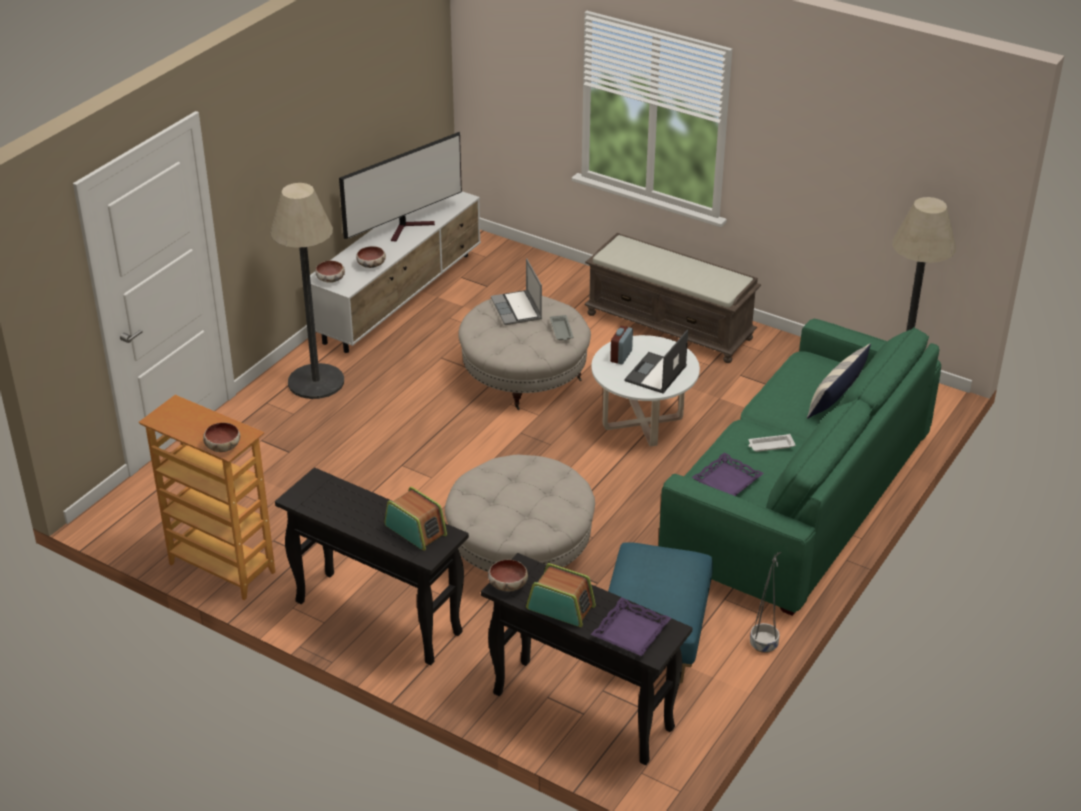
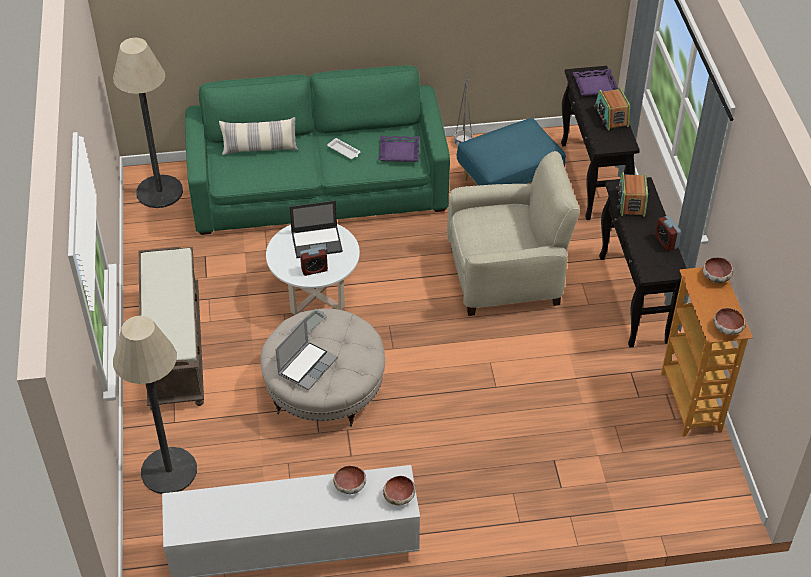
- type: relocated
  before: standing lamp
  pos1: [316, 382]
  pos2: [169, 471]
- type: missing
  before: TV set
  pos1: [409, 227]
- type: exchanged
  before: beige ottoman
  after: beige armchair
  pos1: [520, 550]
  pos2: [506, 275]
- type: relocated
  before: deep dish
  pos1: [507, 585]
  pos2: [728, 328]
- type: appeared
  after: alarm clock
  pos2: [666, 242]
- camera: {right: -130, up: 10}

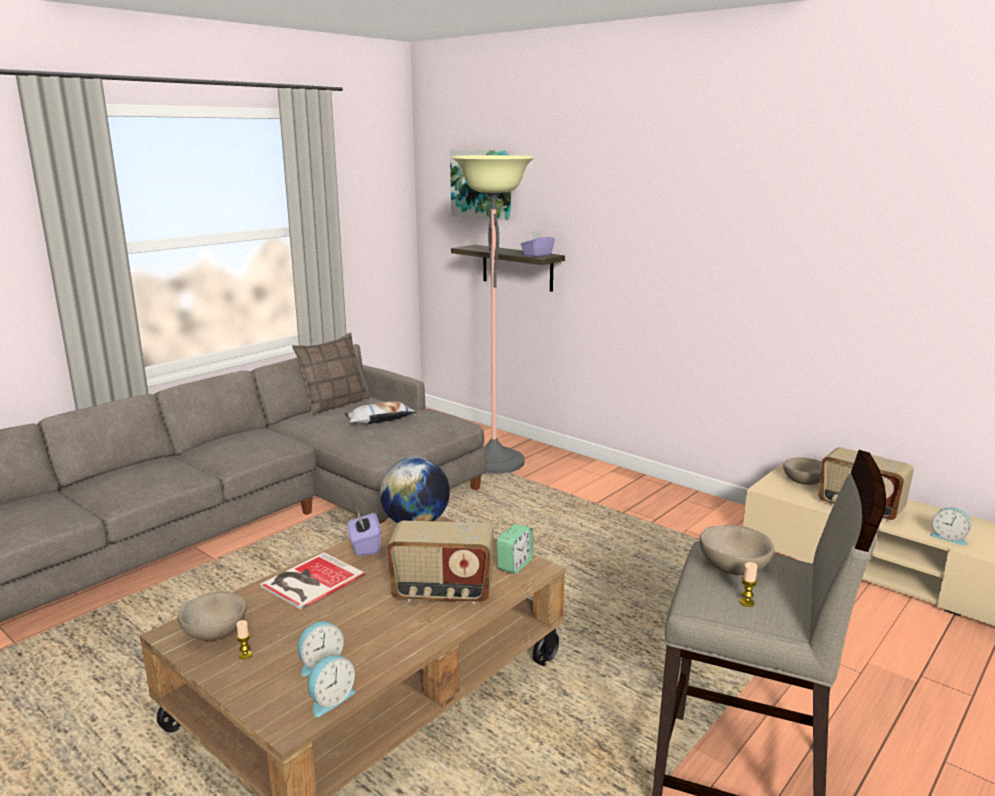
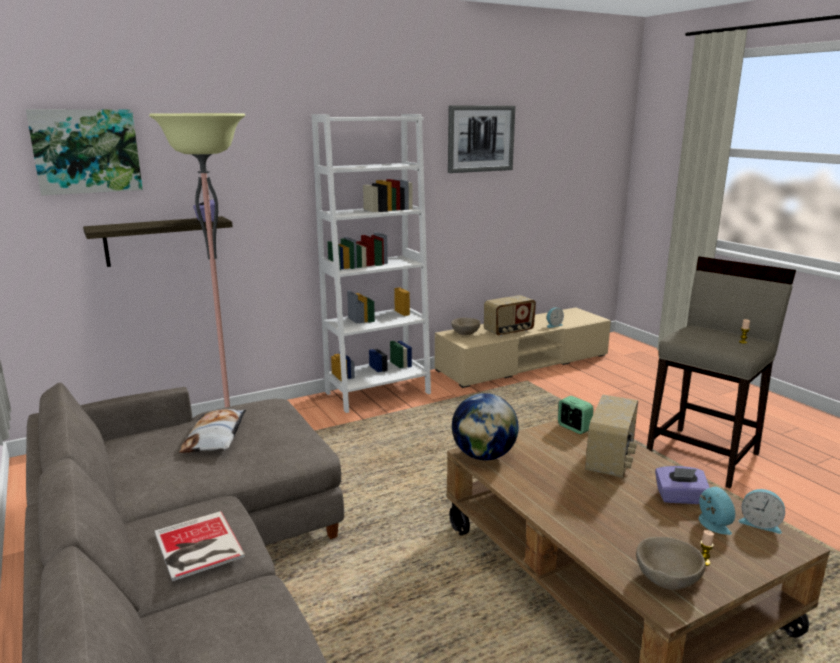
- type: relocated
  before: volume
  pos1: [310, 581]
  pos2: [197, 547]
- type: missing
  before: pillow
  pos1: [334, 404]
- type: spun
  before: alarm clock
  pos1: [330, 699]
  pos2: [760, 523]
  turn: 150
- type: relocated
  before: purplish box of tissues
  pos1: [364, 546]
  pos2: [680, 498]
- type: missing
  before: beige deep dish
  pos1: [734, 568]
- type: appeared
  after: white-coloured bookcase
  pos2: [378, 393]
- type: appeared
  after: picture
  pos2: [480, 138]
- camera: {right: -70, up: 0}

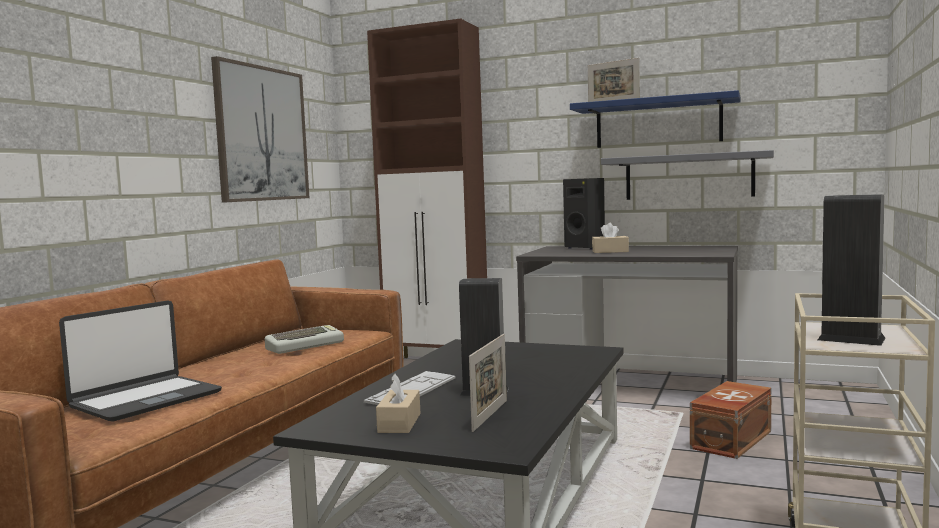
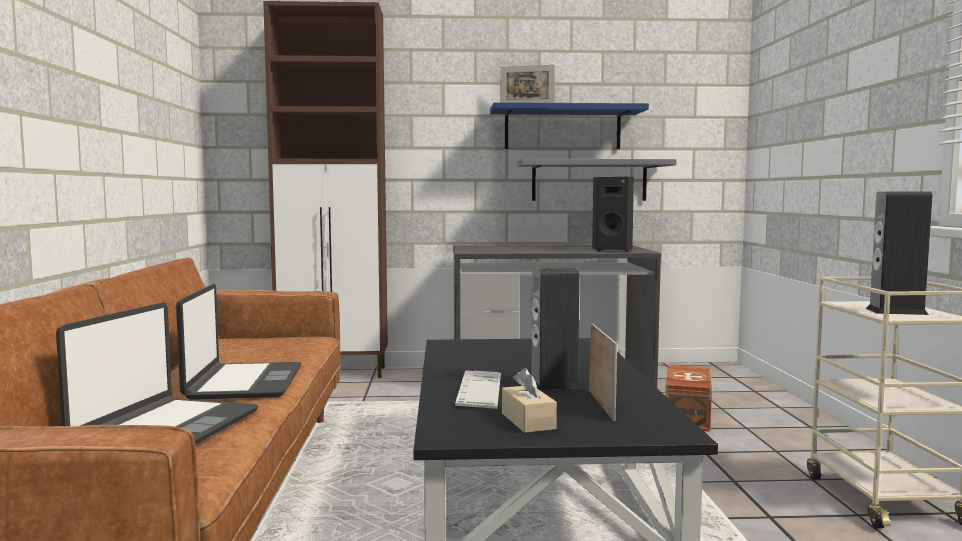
- type: missing
  before: picture
  pos1: [262, 134]
- type: missing
  before: PC keyboard
  pos1: [305, 345]
- type: relocated
  before: black-coloured loudspeaker
  pos1: [586, 248]
  pos2: [614, 250]
- type: missing
  before: beige box of tissues
  pos1: [610, 251]
- type: appeared
  after: laptop
  pos2: [243, 383]
- camera: {right: -25, up: 0}

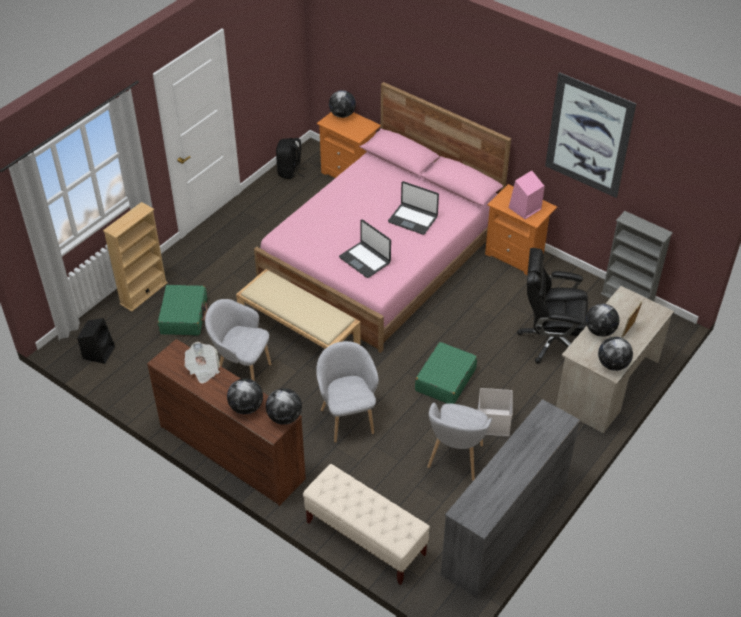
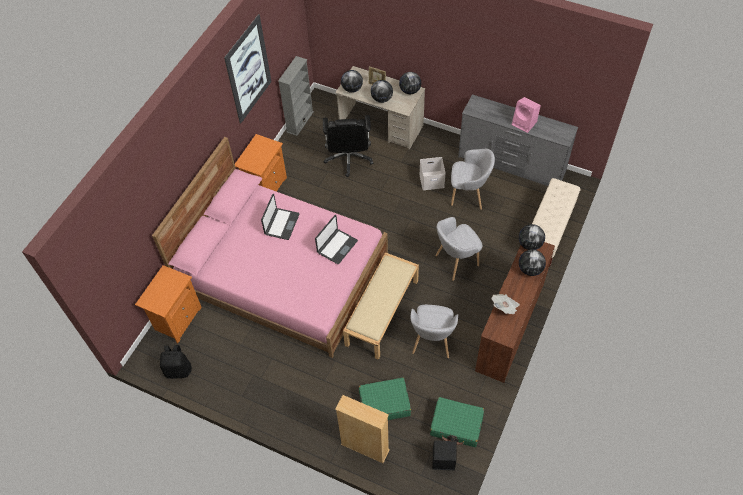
- type: relocated
  before: globe
  pos1: [342, 115]
  pos2: [352, 89]
- type: relocated
  before: green piece of luggage
  pos1: [445, 380]
  pos2: [456, 425]
- type: relocated
  before: pink-coloured loudspeaker
  pos1: [524, 209]
  pos2: [525, 123]
- camera: {right: -100, up: 10}

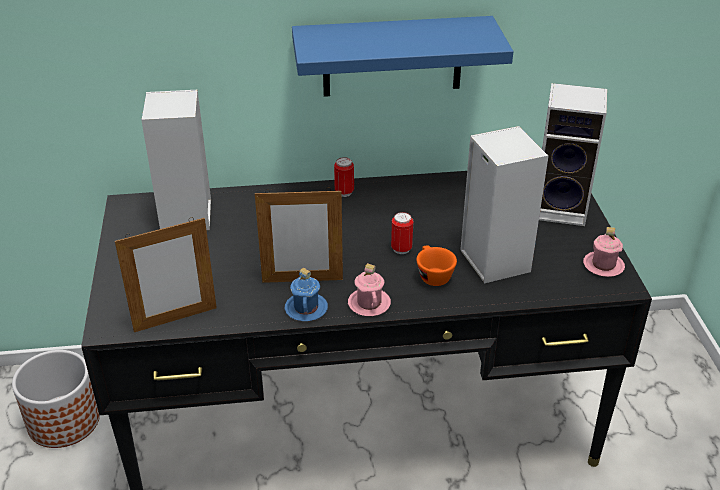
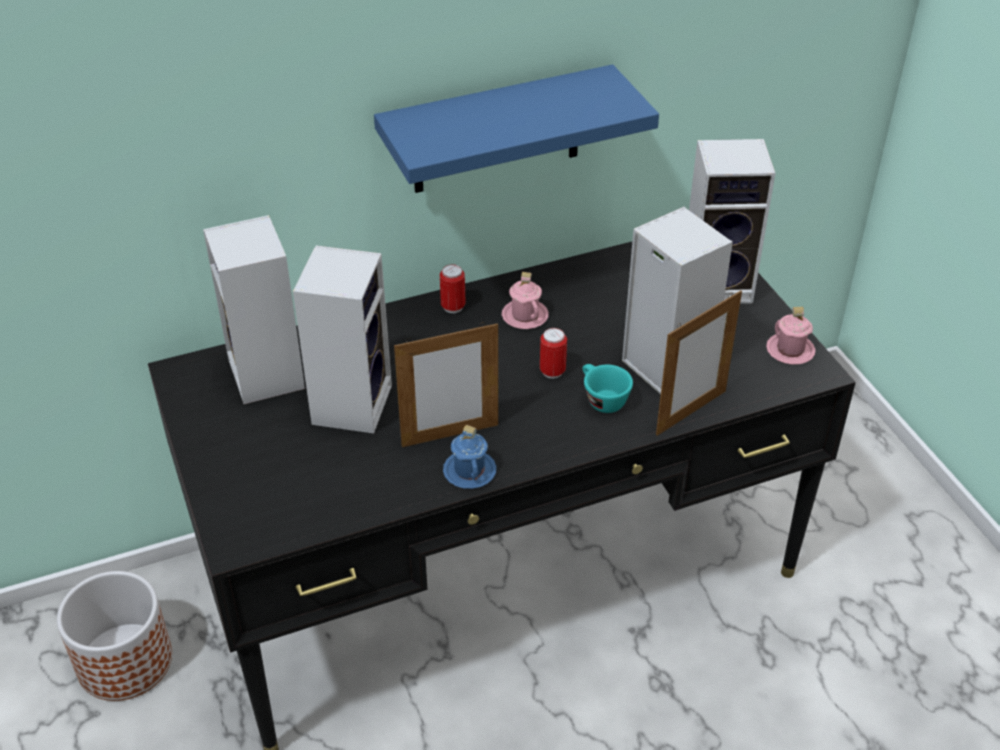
- type: relocated
  before: photo frame
  pos1: [175, 319]
  pos2: [691, 412]
- type: relocated
  before: pink-coloured coffee mug
  pos1: [369, 304]
  pos2: [525, 316]
- type: colour
  before: orange-coloured drinking cup
  after: turquoise drinking cup
  pos1: [432, 275]
  pos2: [601, 399]
- type: appeared
  after: loudspeaker
  pos2: [351, 402]
- camera: {right: -15, up: 5}

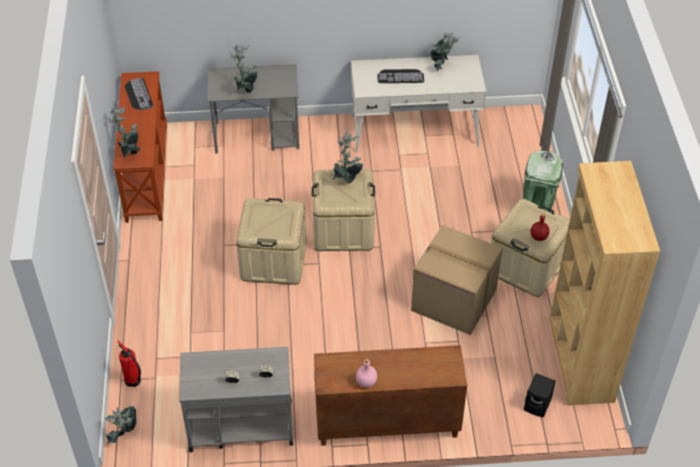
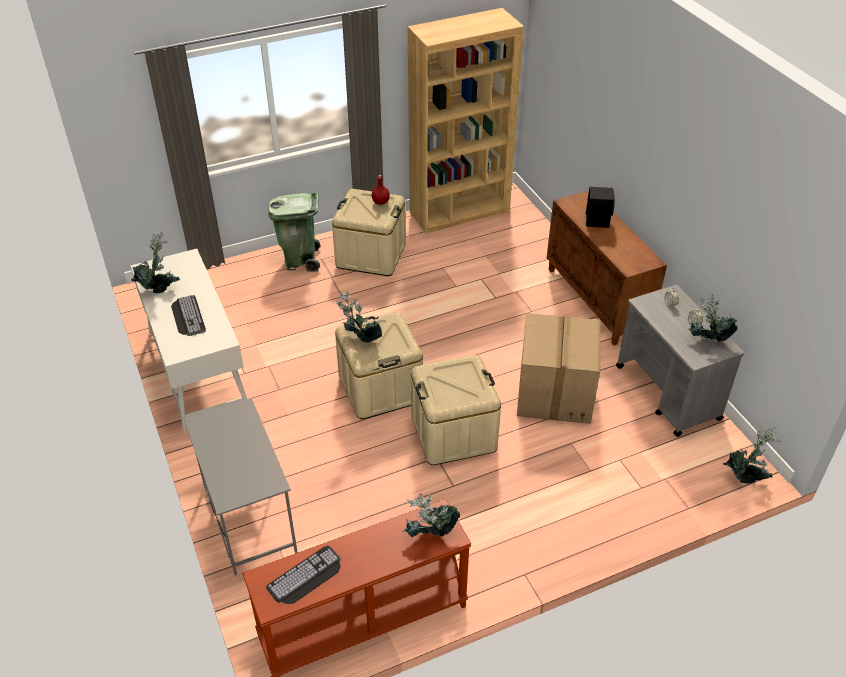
- type: missing
  before: fire-fighting cylinder
  pos1: [133, 381]
- type: relocated
  before: houseplant
  pos1: [245, 89]
  pos2: [707, 341]
- type: missing
  before: pink-coloured drink bottle
  pos1: [366, 381]
- type: relocated
  before: cardboard box
  pos1: [452, 300]
  pos2: [556, 394]
- type: relocated
  before: black-coloured loudspeaker
  pos1: [538, 405]
  pos2: [597, 220]
- camera: {right: -110, up: -5}

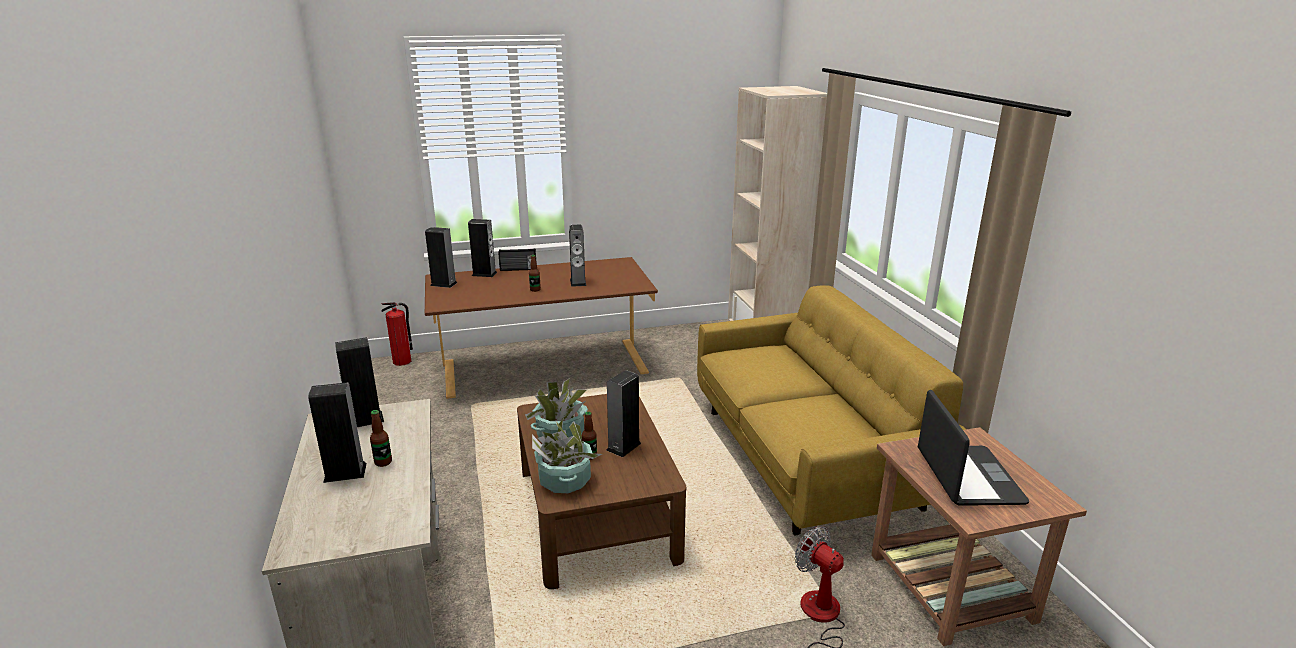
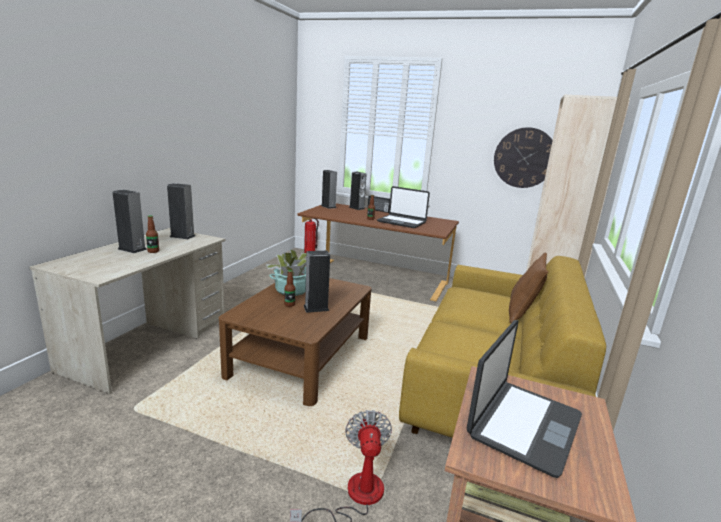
- type: missing
  before: houseplant
  pos1: [564, 480]
- type: exchanged
  before: loudspeaker
  after: laptop
  pos1: [578, 282]
  pos2: [401, 222]
- type: appeared
  after: hanging clock
  pos2: [524, 158]
- type: appeared
  after: brown-coloured pillow
  pos2: [522, 313]
- camera: {right: 35, up: -5}

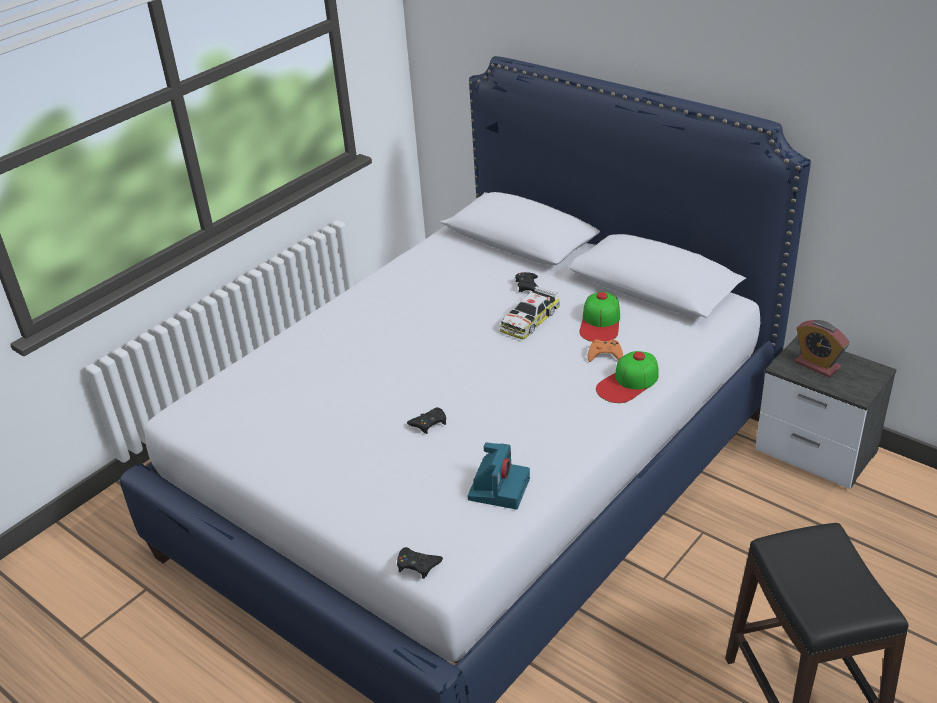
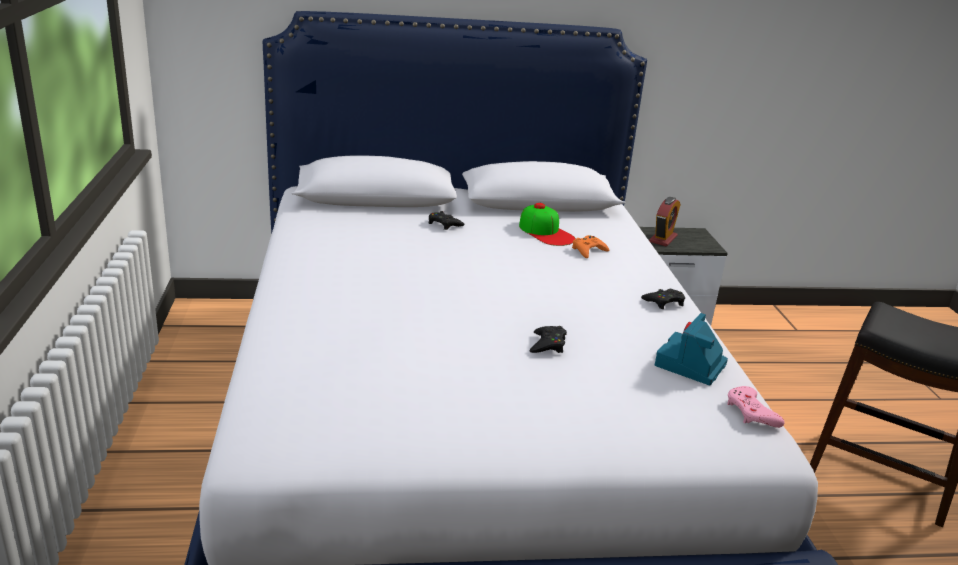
- type: relocated
  before: black-coloured gamepad
  pos1: [417, 565]
  pos2: [664, 302]
- type: spun
  before: still camera
  pos1: [499, 488]
  pos2: [690, 365]
  turn: -120
- type: missing
  before: toy car
  pos1: [529, 320]
- type: missing
  before: peaked cap
  pos1: [628, 382]
- type: spun
  before: alarm clock
  pos1: [817, 365]
  pos2: [663, 239]
  turn: -60
- type: appeared
  after: pink-coloured gamepad
  pos2: [751, 412]
- camera: {right: -50, up: -10}

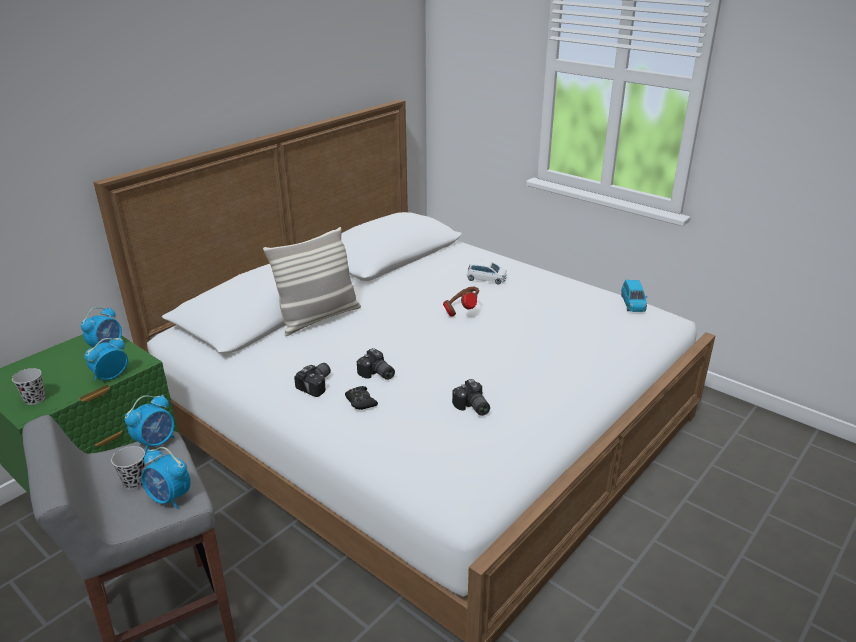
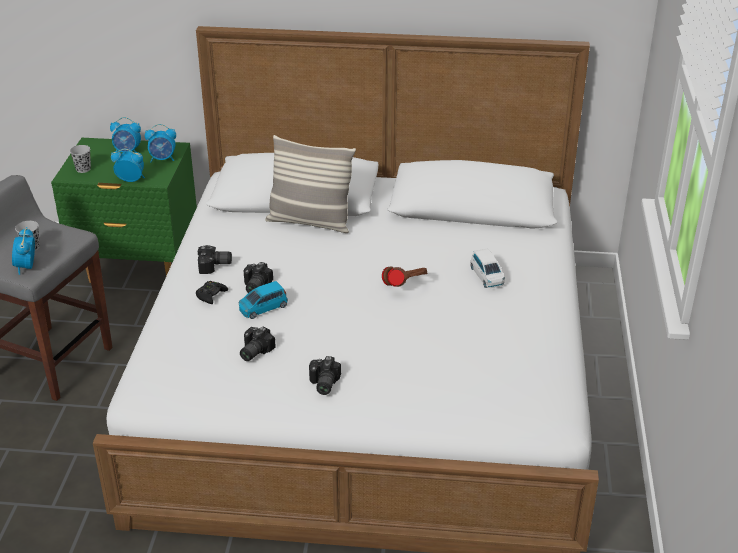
- type: relocated
  before: alarm clock
  pos1: [156, 443]
  pos2: [128, 152]
- type: relocated
  before: blue toy car
  pos1: [633, 304]
  pos2: [263, 308]
- type: appeared
  after: still camera
  pos2: [322, 384]
- camera: {right: 55, up: 5}

